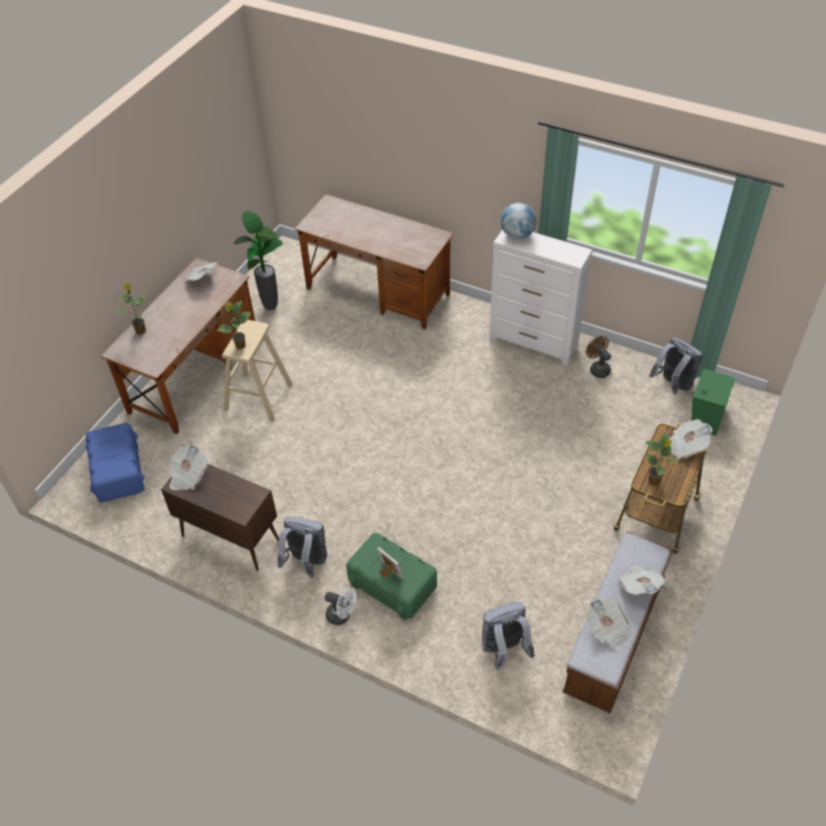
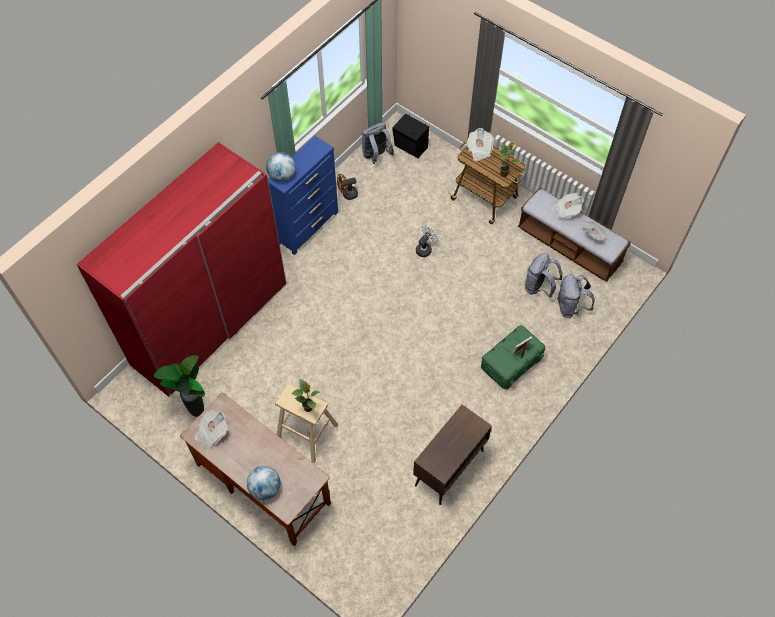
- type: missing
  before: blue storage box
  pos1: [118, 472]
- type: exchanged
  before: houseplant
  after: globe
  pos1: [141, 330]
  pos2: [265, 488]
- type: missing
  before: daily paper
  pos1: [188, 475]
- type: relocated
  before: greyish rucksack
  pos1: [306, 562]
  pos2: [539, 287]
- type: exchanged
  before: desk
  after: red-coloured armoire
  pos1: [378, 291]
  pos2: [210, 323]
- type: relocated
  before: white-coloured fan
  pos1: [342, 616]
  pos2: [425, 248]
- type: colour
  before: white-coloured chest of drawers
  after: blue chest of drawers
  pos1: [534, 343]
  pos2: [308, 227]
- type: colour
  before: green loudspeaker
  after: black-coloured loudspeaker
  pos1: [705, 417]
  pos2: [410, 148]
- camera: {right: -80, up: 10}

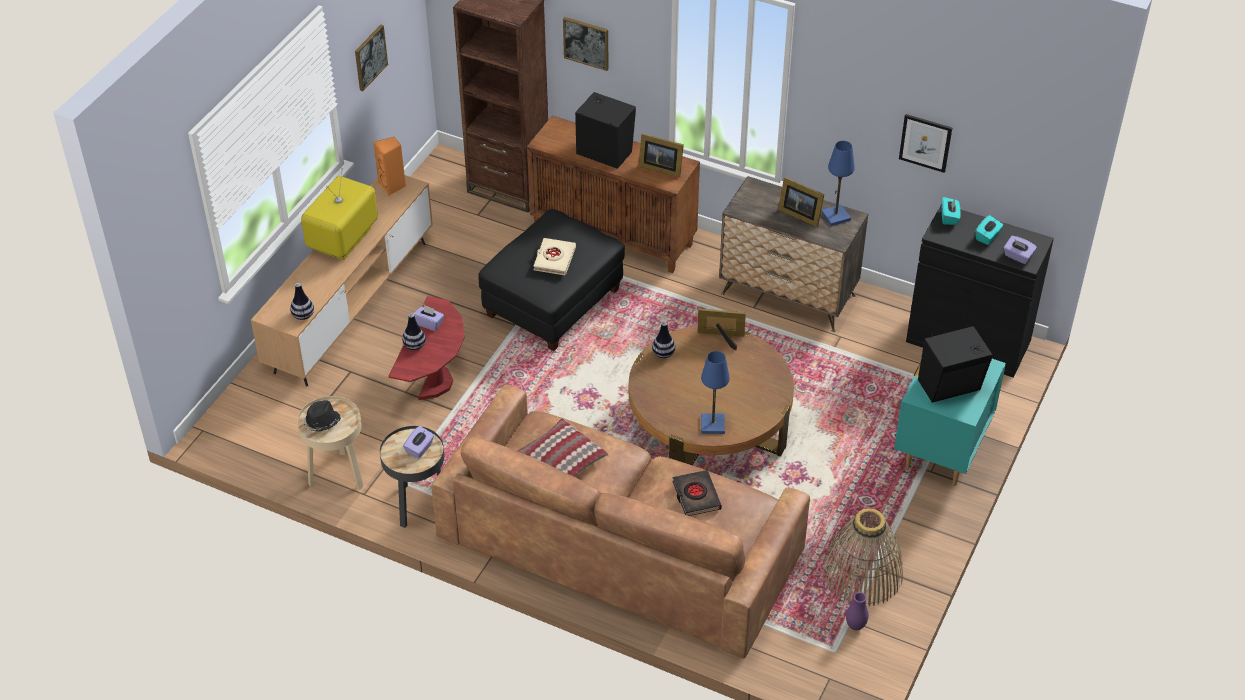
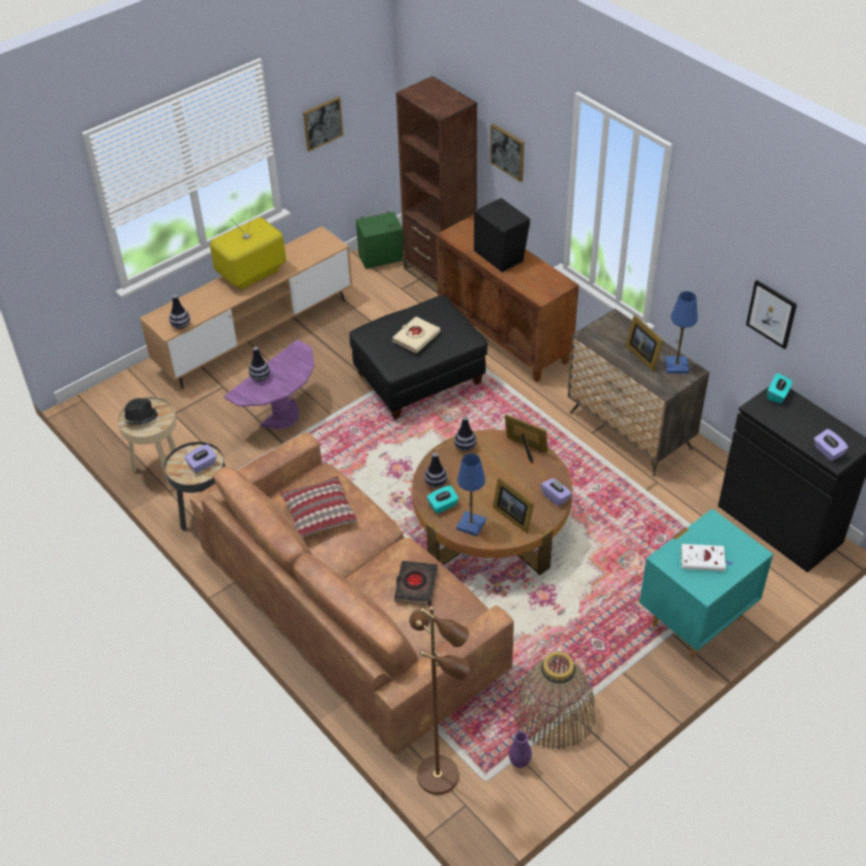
- type: missing
  before: orange-coloured loudspeaker
  pos1: [392, 186]
- type: colour
  before: red-coloured side table
  after: purplish side table
  pos1: [435, 383]
  pos2: [283, 416]
- type: relocated
  before: purplish box of tissues
  pos1: [429, 323]
  pos2: [555, 497]
- type: relocated
  before: photo frame
  pos1: [660, 167]
  pos2: [513, 515]
- type: exchanged
  before: black-coloured loudspeaker
  after: white-coloured volume
  pos1: [951, 386]
  pos2: [704, 560]
- type: relocated
  before: turquoise box of tissues
  pos1: [987, 237]
  pos2: [443, 505]
- type: appeared
  after: green loudspeaker
  pos2: [382, 259]
- type: appeared
  after: brown-coloured standing lamp
  pos2: [439, 775]
- type: appeared
  after: decorative vase
  pos2: [436, 483]
- camera: {right: 25, up: 0}

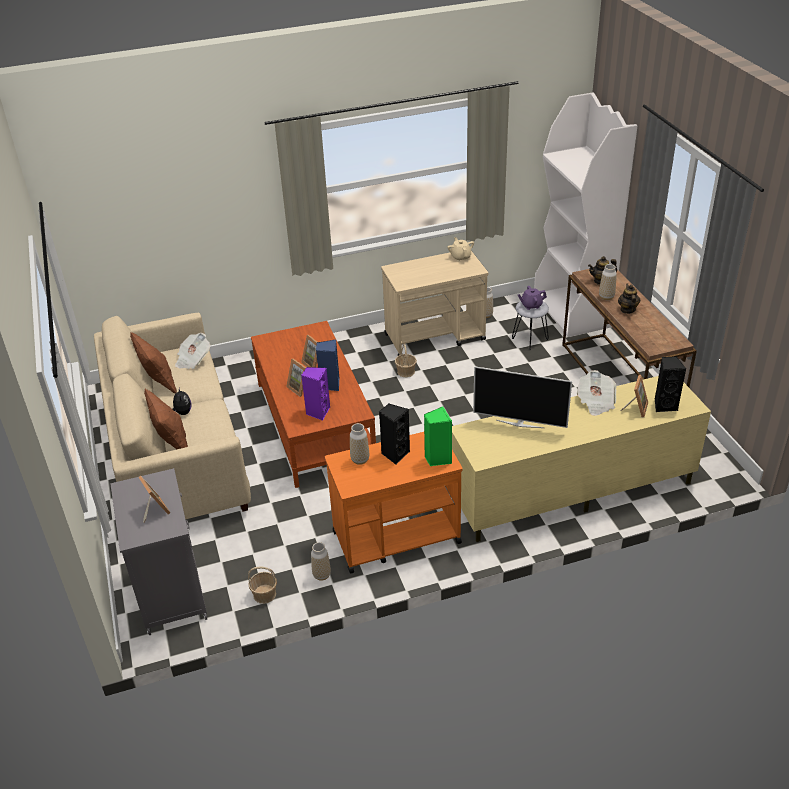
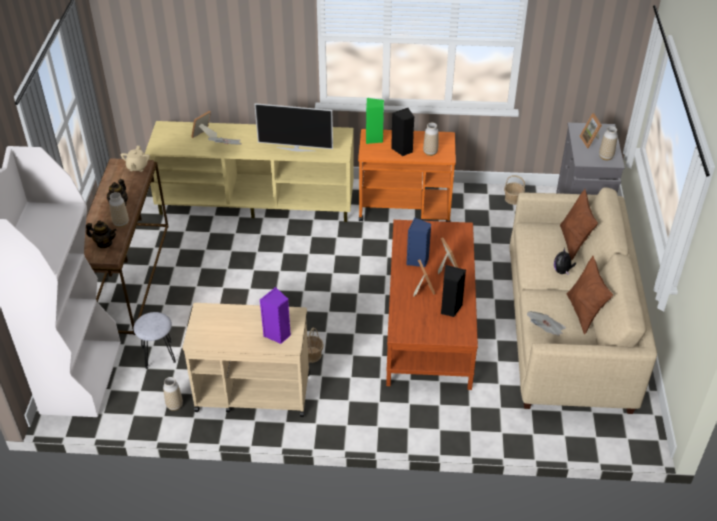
- type: relocated
  before: purplish loudspeaker
  pos1: [317, 412]
  pos2: [277, 335]
- type: relocated
  before: decorative vase
  pos1: [322, 575]
  pos2: [605, 157]
- type: relocated
  before: beige pot for tea
  pos1: [460, 257]
  pos2: [137, 167]
- type: spun
  before: TV set
  pos1: [520, 423]
  pos2: [296, 149]
  turn: 150
- type: missing
  before: purplish pot for tea
  pos1: [531, 305]
- type: relocated
  before: black-coloured loudspeaker
  pos1: [664, 405]
  pos2: [449, 308]
- camera: {right: -160, up: 5}

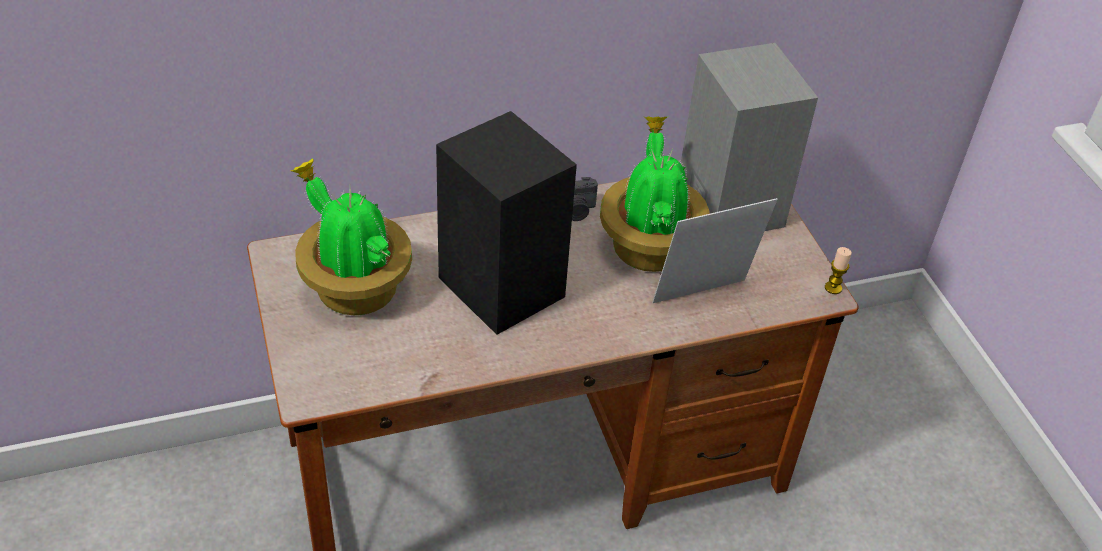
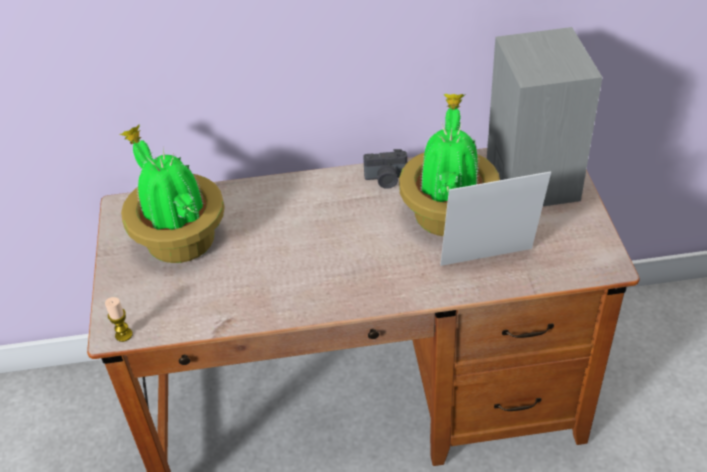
- type: missing
  before: black-coloured loudspeaker
  pos1: [503, 289]
- type: relocated
  before: candle
  pos1: [833, 288]
  pos2: [123, 335]
- camera: {right: 15, up: 0}

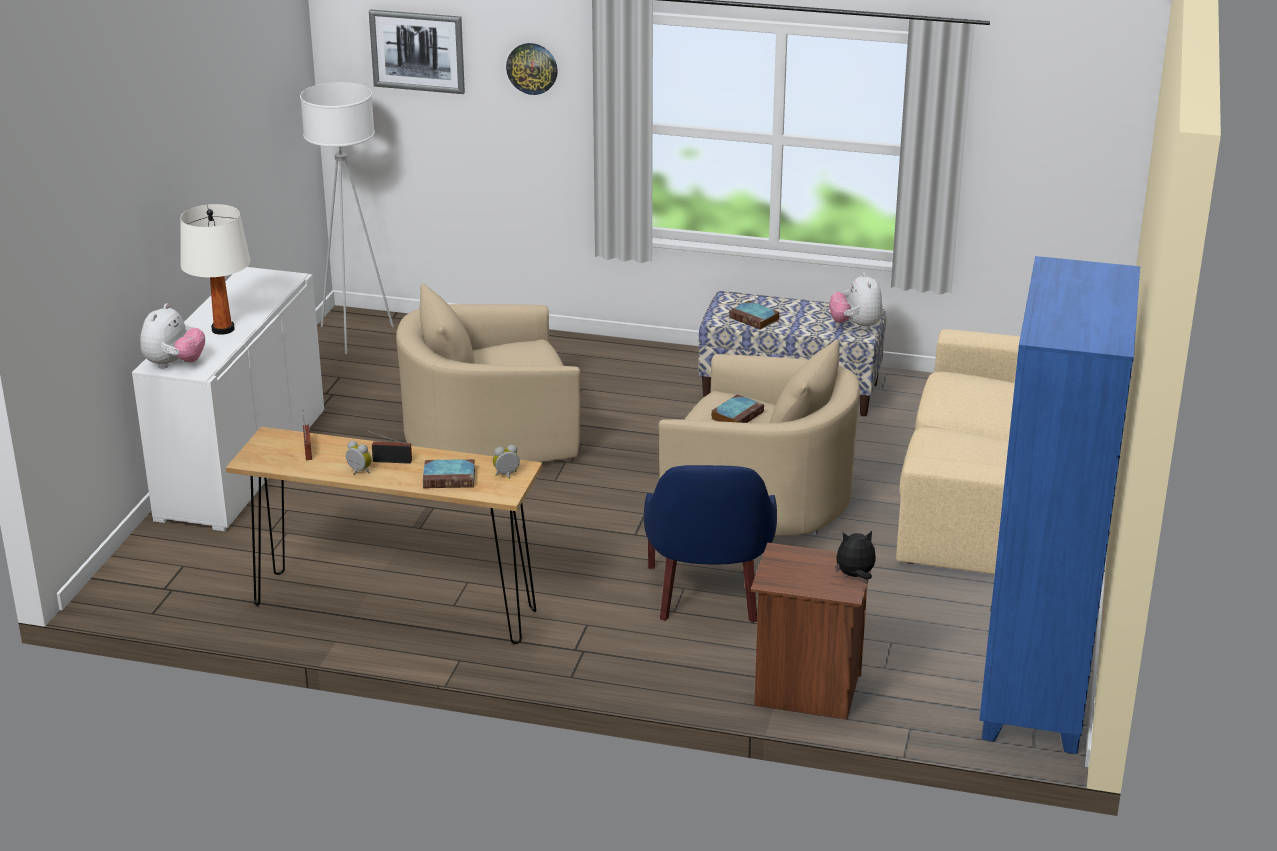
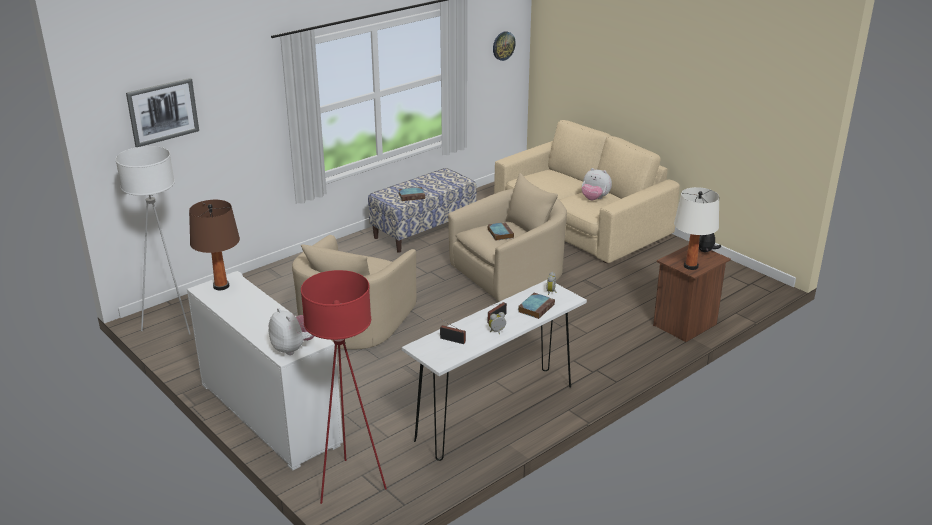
- type: relocated
  before: white-coloured tabletop lamp
  pos1: [222, 329]
  pos2: [691, 266]
- type: colour
  before: brown-coloured console table
  after: white-coloured console table
  pos1: [394, 608]
  pos2: [496, 413]
- type: relocated
  before: hanging clock
  pos1: [532, 68]
  pos2: [503, 45]
- type: missing
  before: blue armchair
  pos1: [708, 594]
- type: relocated
  before: plush toy
  pos1: [856, 326]
  pos2: [594, 199]
- type: missing
  before: blue bookcase
  pos1: [1034, 691]
- type: appeared
  after: brown-coloured tabletop lamp
  pos2: [221, 286]
- type: appeared
  after: red-coloured standing lamp
  pos2: [349, 484]
- camera: {right: -55, up: 0}

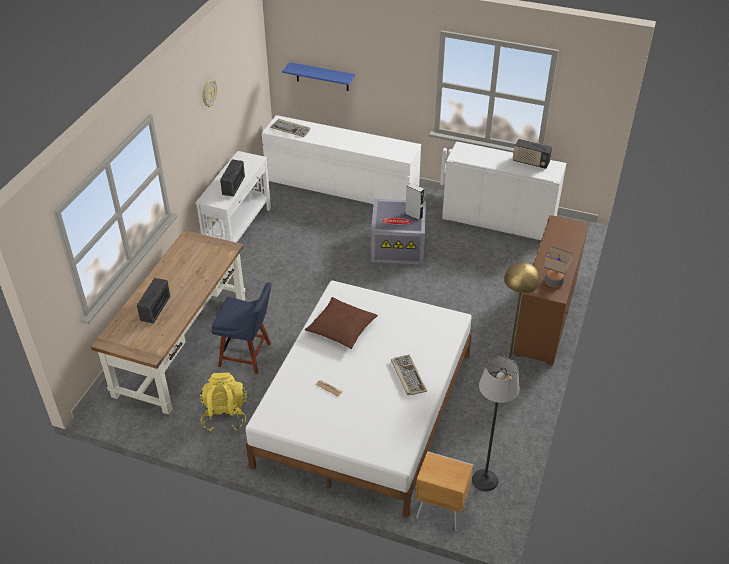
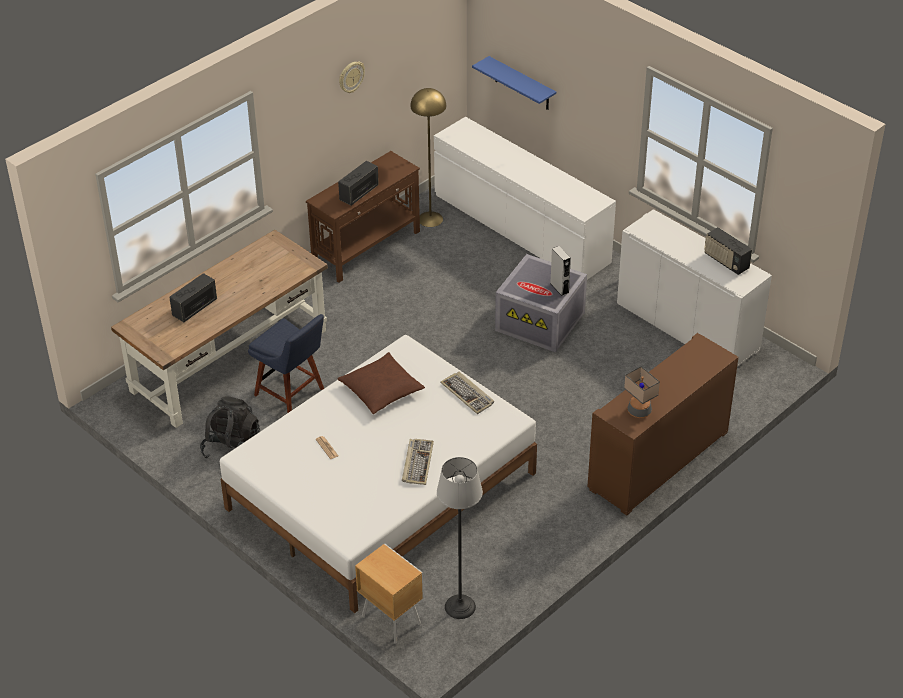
- type: colour
  before: white-coloured console table
  after: brown-coloured console table
  pos1: [239, 230]
  pos2: [367, 248]
- type: colour
  before: yellowish rucksack
  after: black-coloured rucksack
  pos1: [225, 415]
  pos2: [231, 447]
- type: relocated
  before: PC keyboard
  pos1: [291, 129]
  pos2: [468, 394]
- type: relocated
  before: yellowish standing lamp
  pos1: [507, 376]
  pos2: [430, 219]
- camera: {right: 25, up: 0}

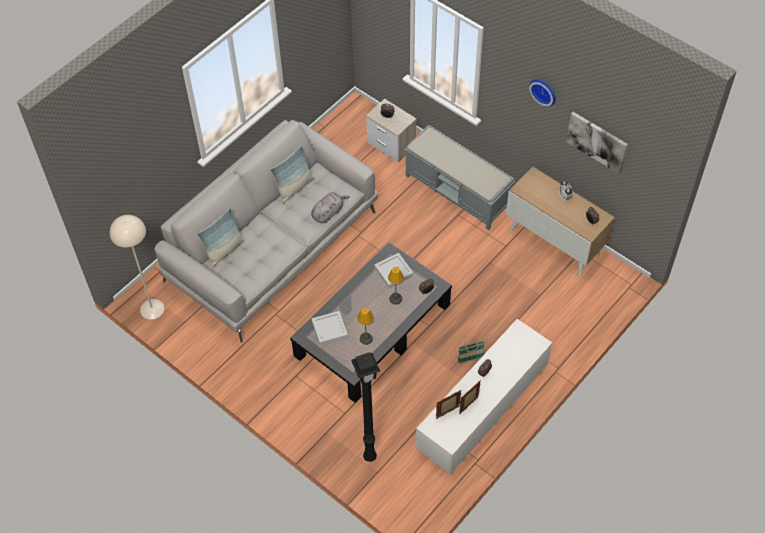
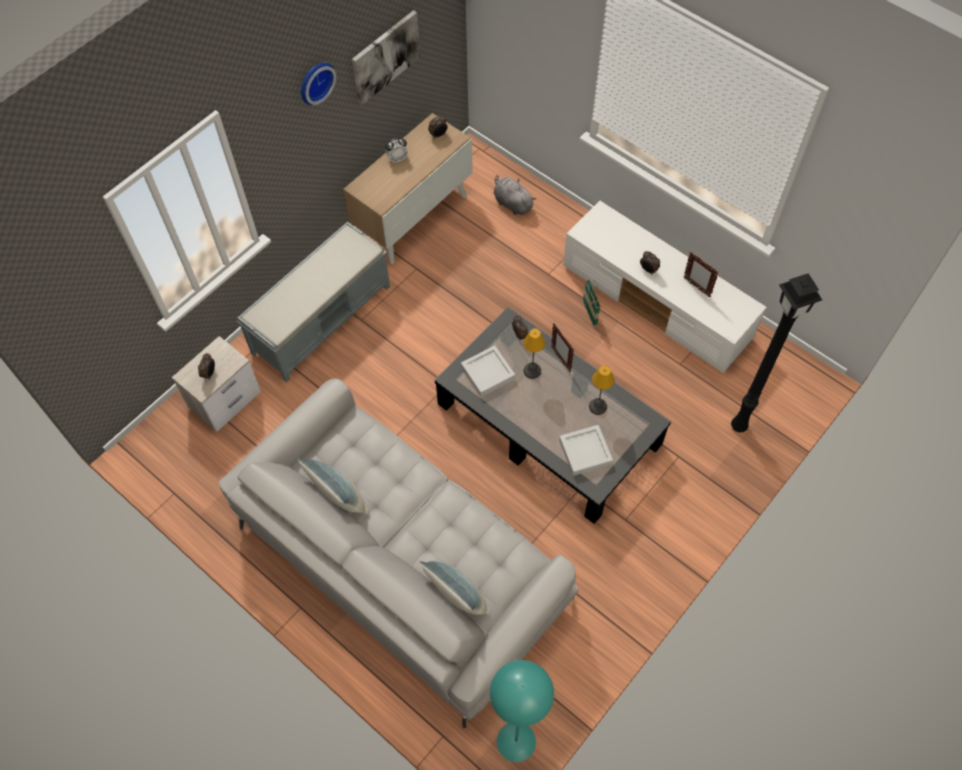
- type: colour
  before: beige standing lamp
  after: turquoise standing lamp
  pos1: [152, 308]
  pos2: [515, 741]
- type: relocated
  before: greyish plush toy
  pos1: [328, 212]
  pos2: [512, 203]
- type: relocated
  before: photo frame
  pos1: [448, 412]
  pos2: [561, 359]
- camera: {right: -90, up: 5}

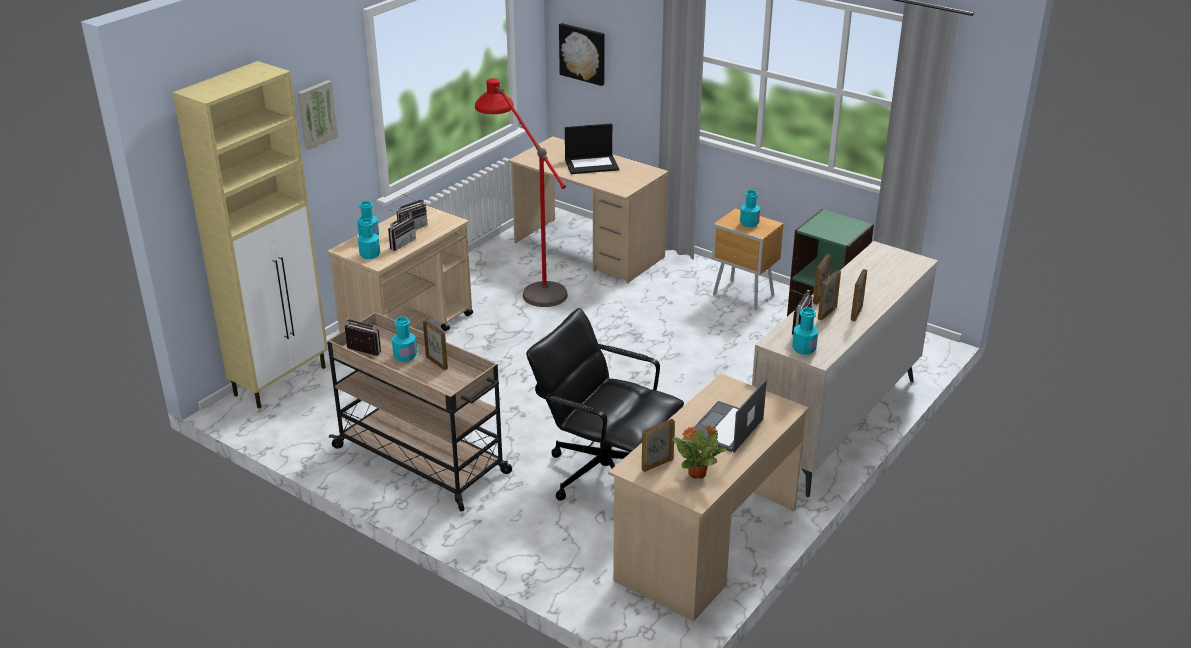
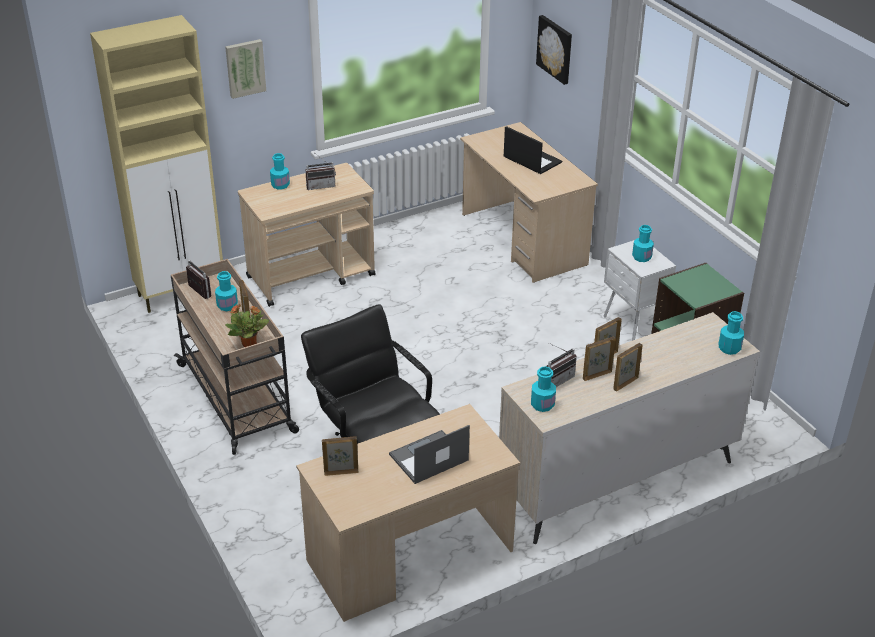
- type: relocated
  before: turquoise drink bottle
  pos1: [370, 254]
  pos2: [729, 348]
- type: missing
  before: radio receiver
  pos1: [400, 243]
- type: missing
  before: red-coloured standing lamp
  pos1: [527, 282]
- type: spun
  before: laptop
  pos1: [592, 164]
  pos2: [531, 160]
  turn: -150
- type: relocated
  before: houseplant
  pos1: [698, 473]
  pos2: [249, 344]
- type: colour
  before: brown-coloured bedside table
  after: white-coloured bedside table
  pos1: [744, 296]
  pos2: [632, 326]
- camera: {right: 25, up: 5}

